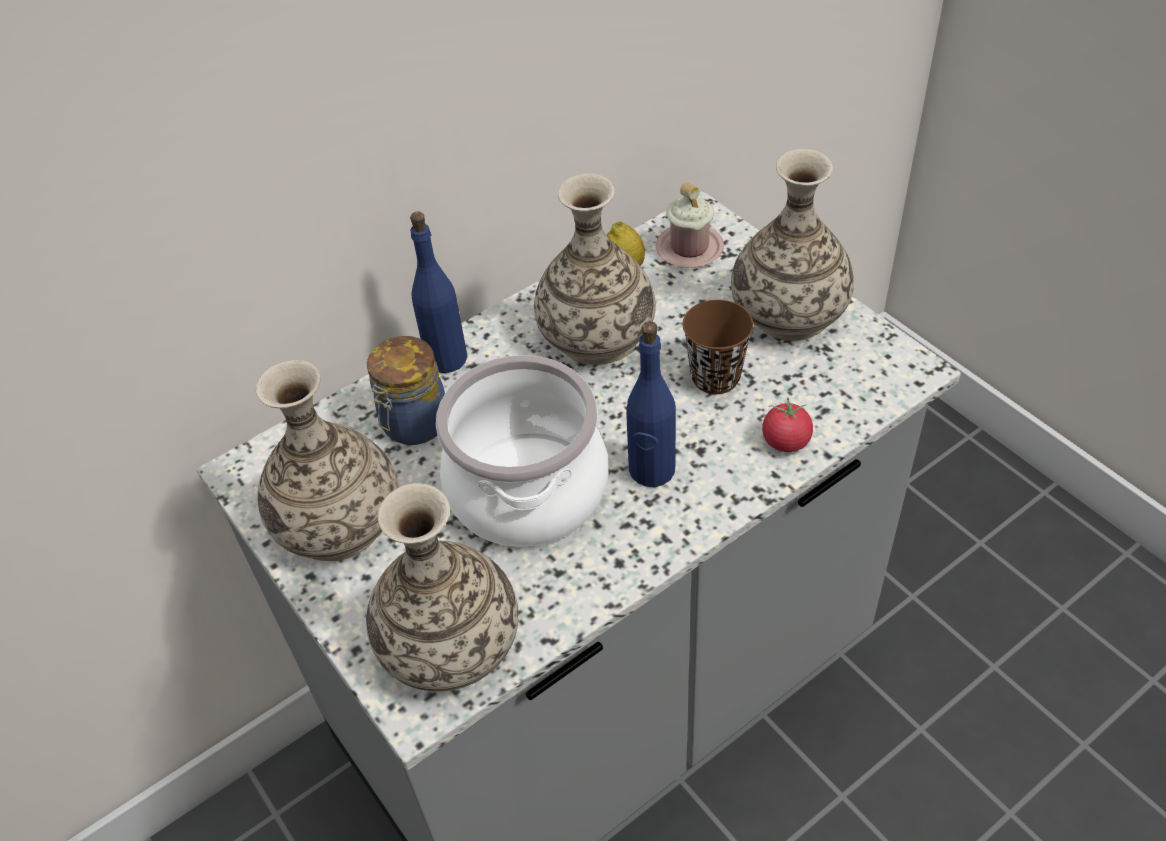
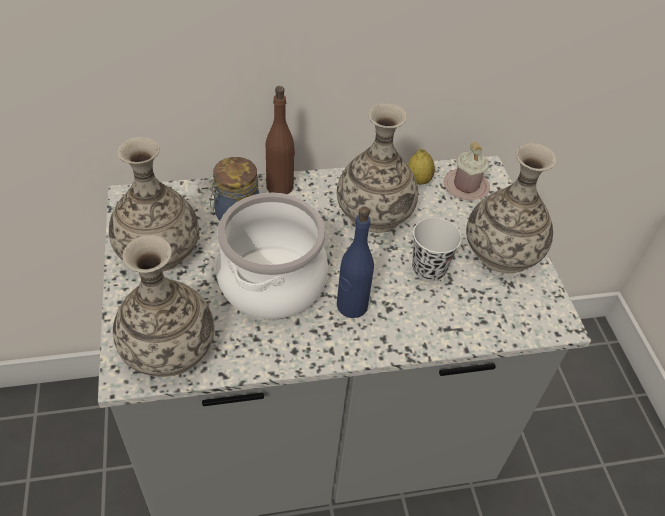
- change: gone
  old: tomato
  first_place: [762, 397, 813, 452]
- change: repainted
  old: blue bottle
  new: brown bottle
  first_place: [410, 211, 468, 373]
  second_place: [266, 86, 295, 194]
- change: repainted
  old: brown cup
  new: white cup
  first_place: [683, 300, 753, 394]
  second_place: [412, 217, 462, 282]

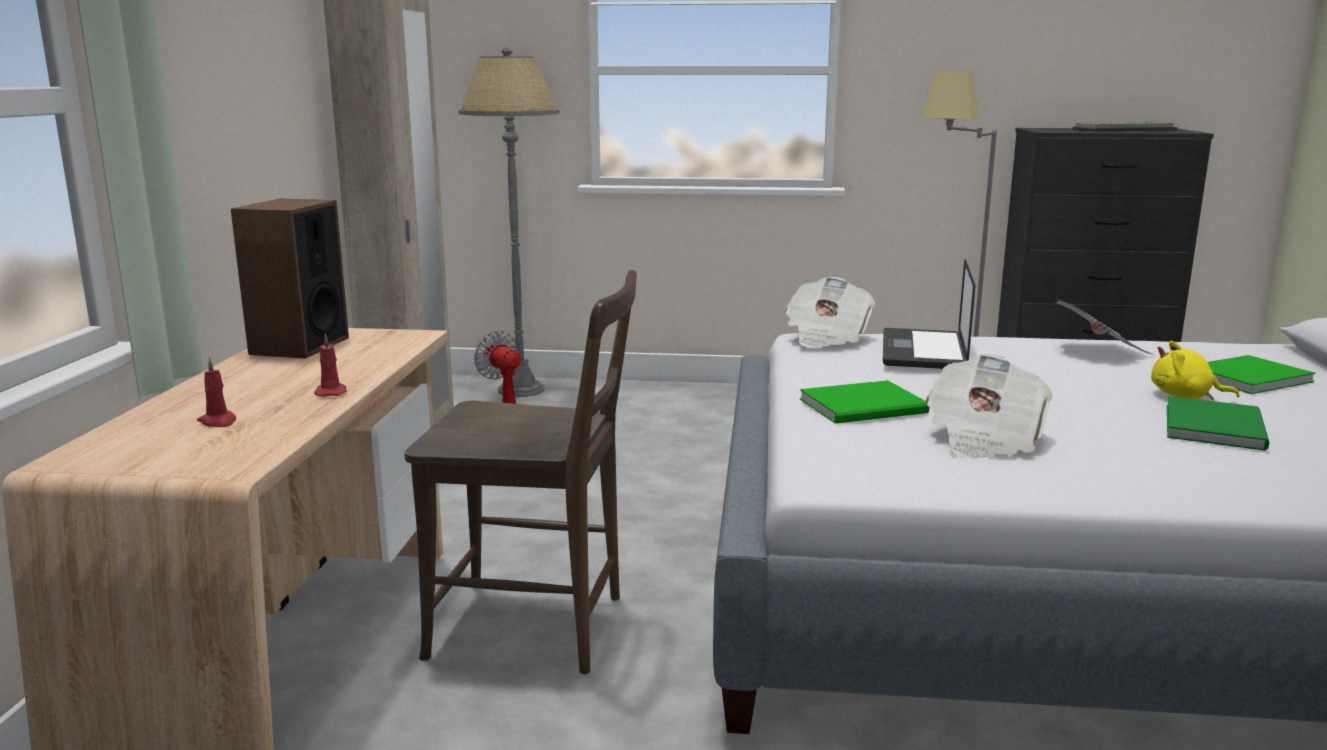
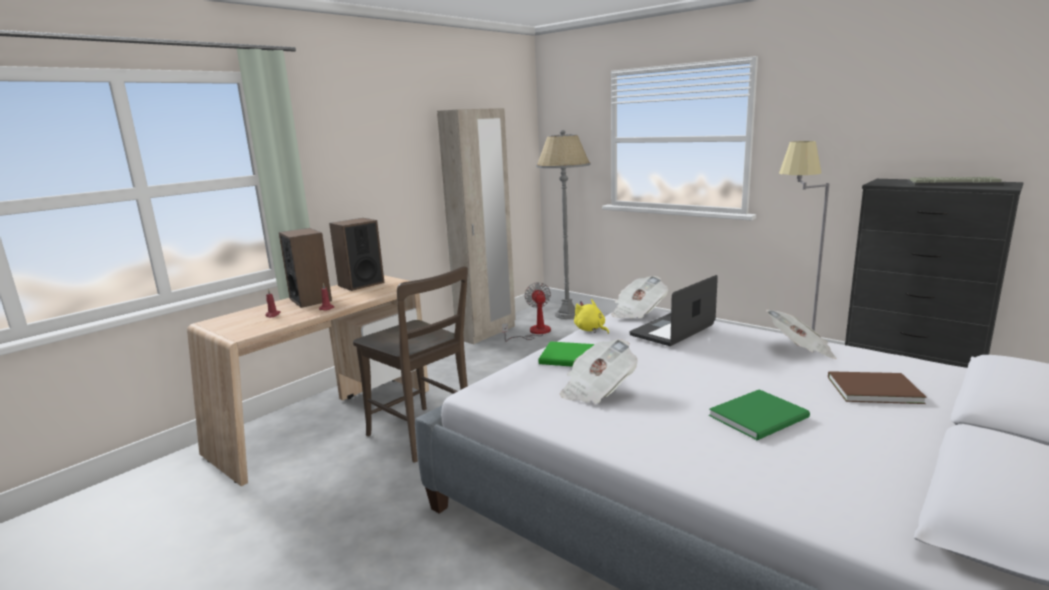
- change: new
  new: speaker
  second_place: [279, 228, 332, 308]
- change: shifted
  old: yellow plush toy
  first_place: [1151, 341, 1240, 400]
  second_place: [574, 299, 609, 334]
- change: repainted
  old: green book
  new: brown book
  first_place: [1208, 355, 1315, 394]
  second_place: [828, 371, 927, 404]

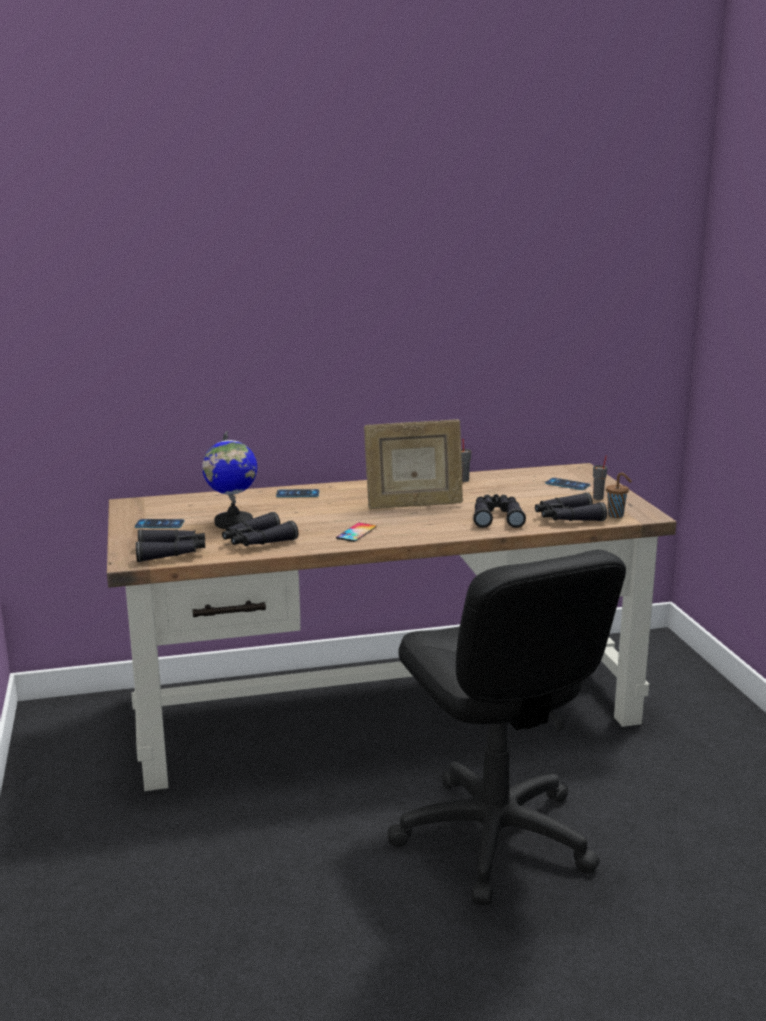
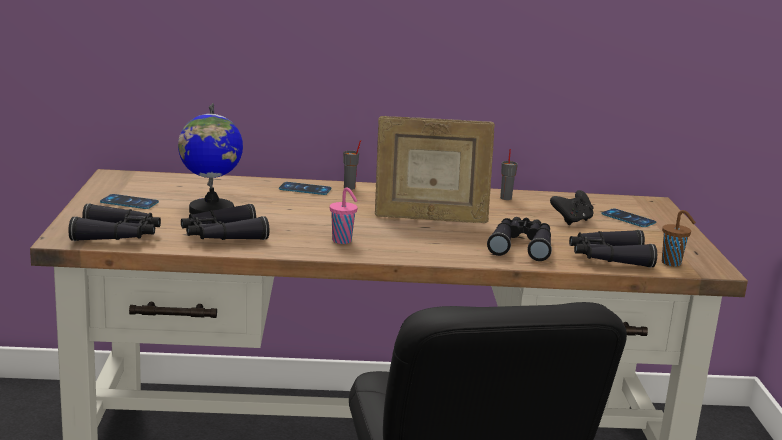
- change: new
  new: black game controller
  second_place: [550, 190, 594, 225]
- change: shifted
  old: grey cup
  first_place: [593, 455, 607, 500]
  second_place: [343, 140, 361, 190]
- change: swapped
  old: phone
  new: pink cup
  first_place: [336, 523, 377, 542]
  second_place: [330, 188, 358, 244]

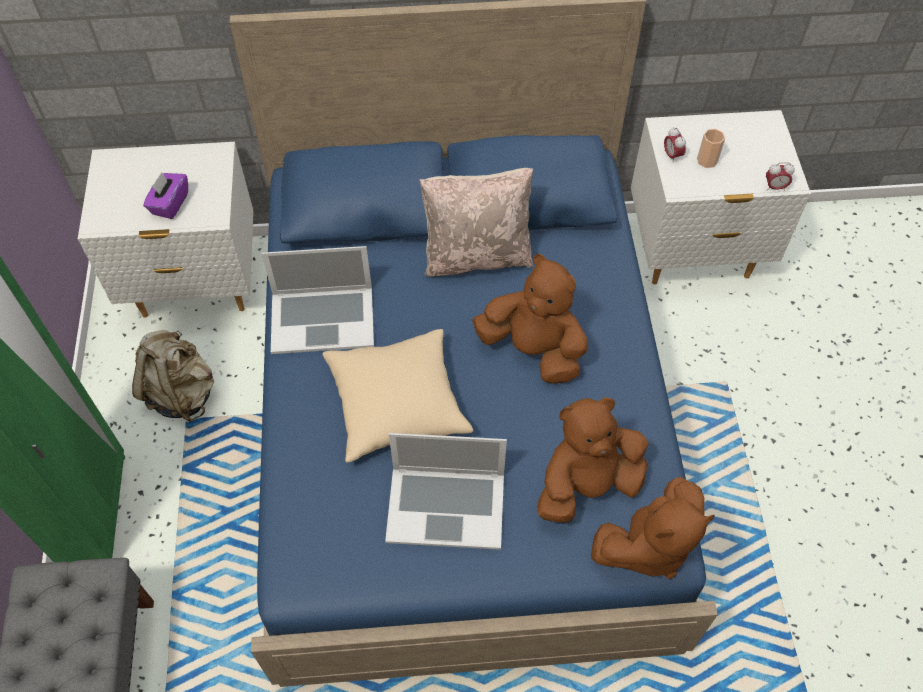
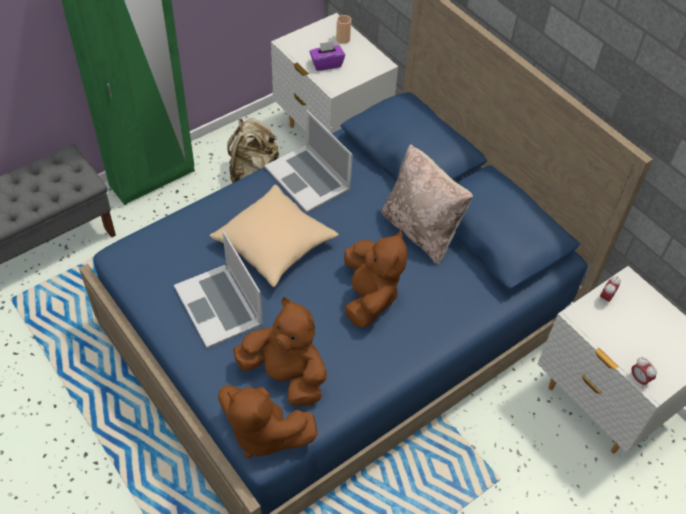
- change: shifted
  old: cup
  first_place: [697, 129, 725, 168]
  second_place: [336, 15, 351, 44]

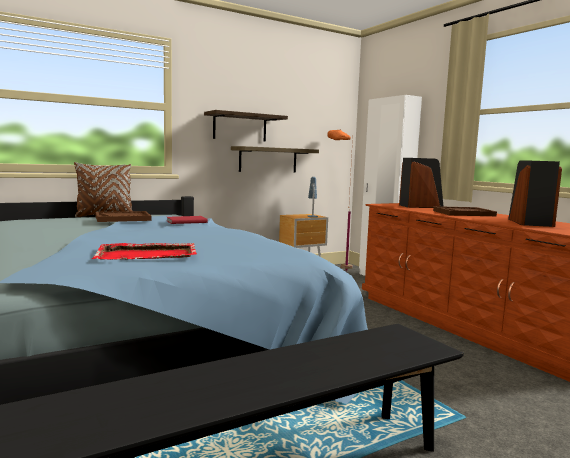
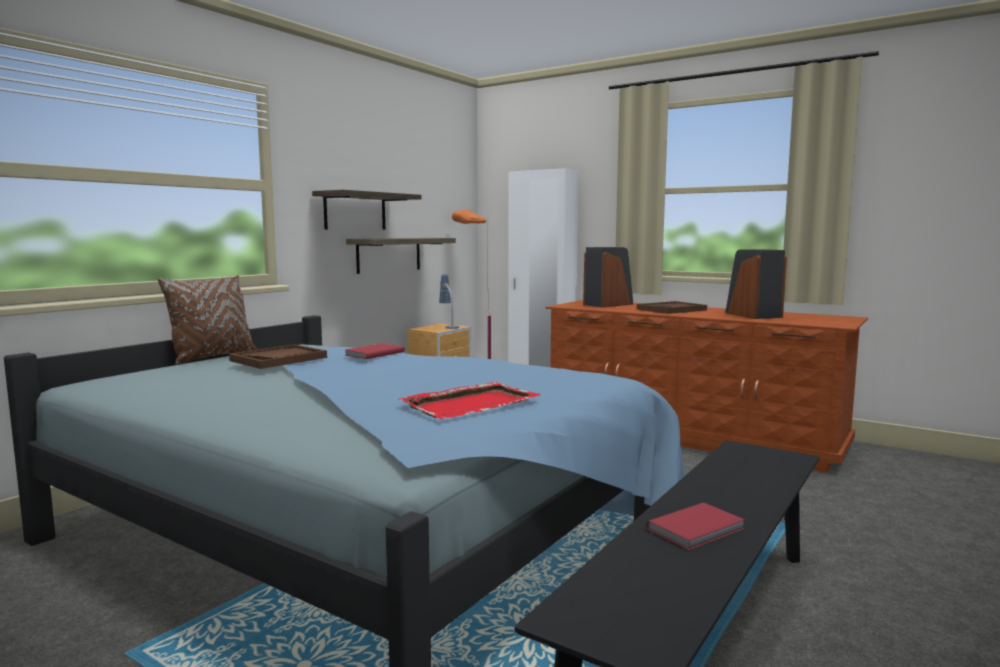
- change: new
  new: red book
  second_place: [647, 502, 745, 550]

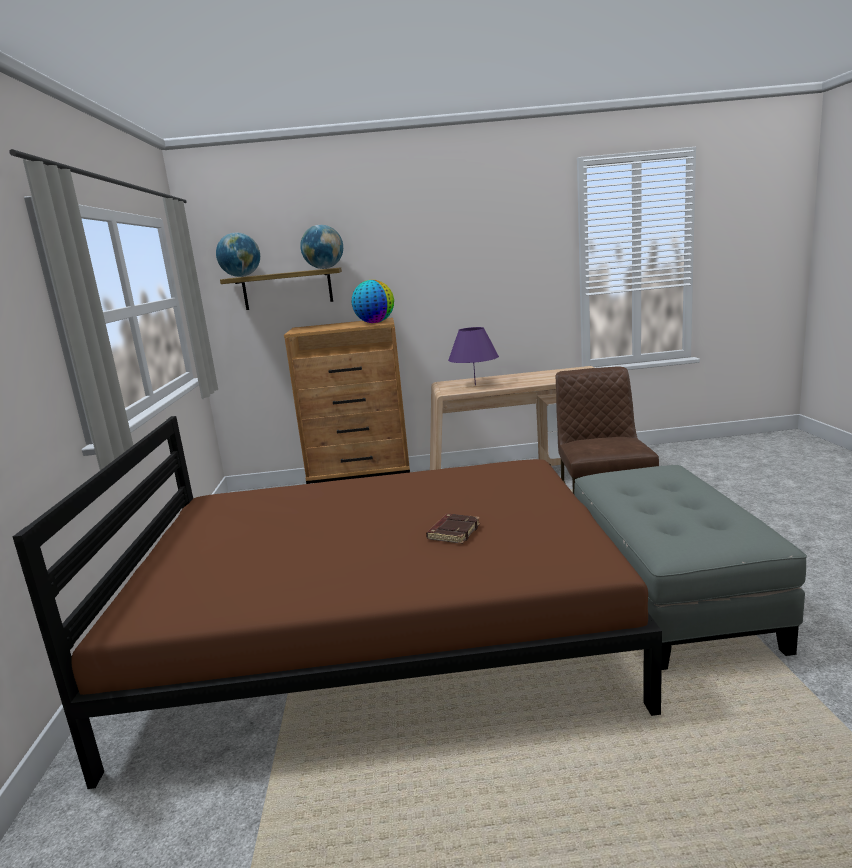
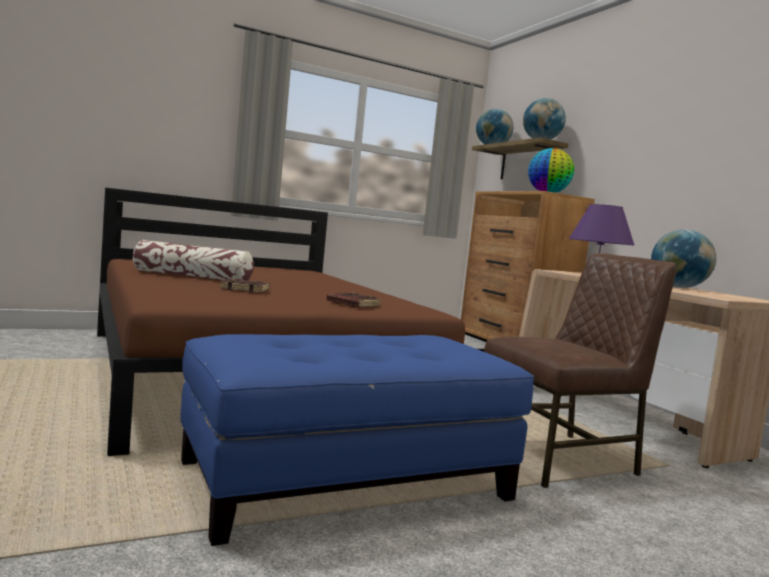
- change: new
  new: pillow
  second_place: [133, 240, 254, 280]
- change: new
  new: brown book
  second_place: [327, 292, 382, 308]
- change: new
  new: globe
  second_place: [651, 229, 716, 288]
- change: repainted
  old: grey ottoman
  new: blue ottoman
  first_place: [574, 465, 807, 670]
  second_place: [181, 334, 534, 546]

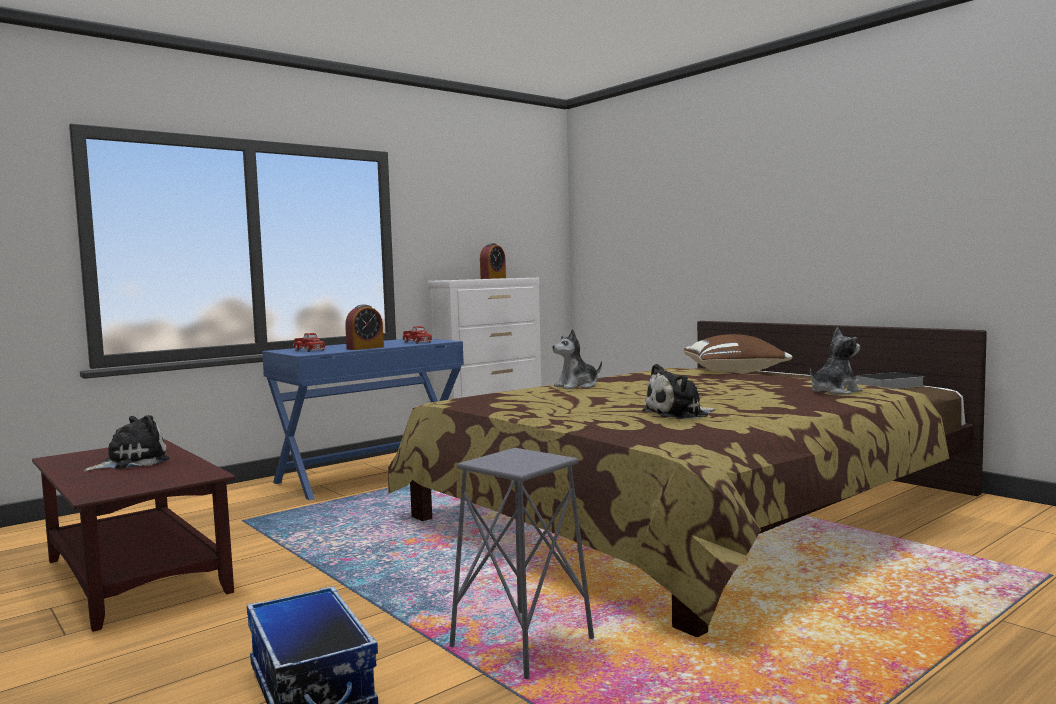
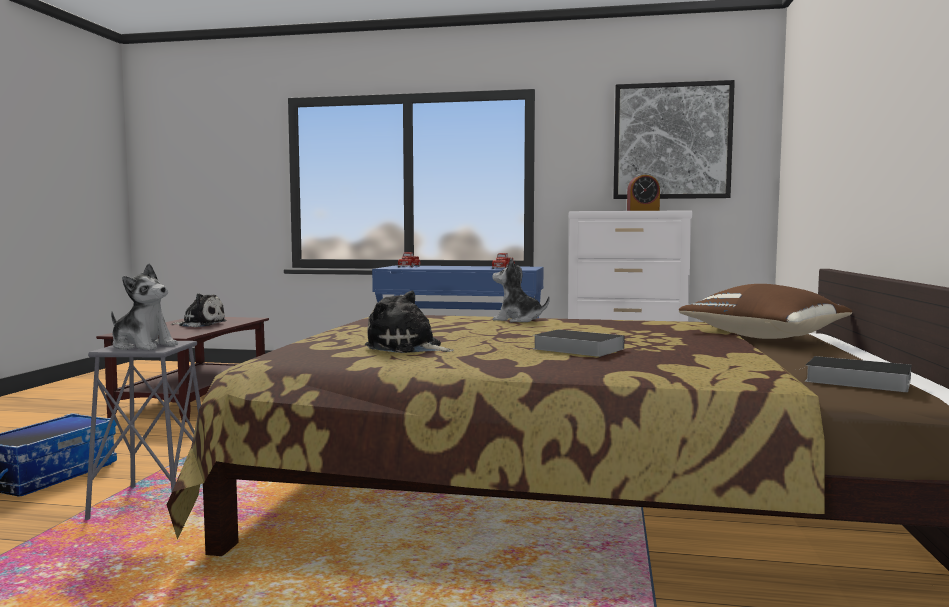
- change: gone
  old: alarm clock
  first_place: [345, 305, 384, 350]
- change: new
  new: book
  second_place: [533, 329, 624, 357]
- change: new
  new: picture
  second_place: [613, 80, 735, 199]
- change: shifted
  old: plush toy
  first_place: [810, 327, 862, 395]
  second_place: [111, 264, 178, 350]

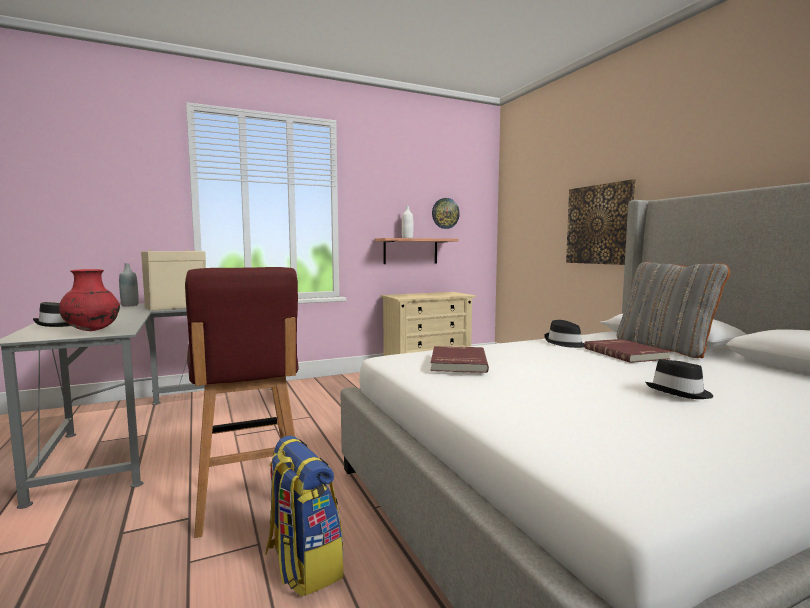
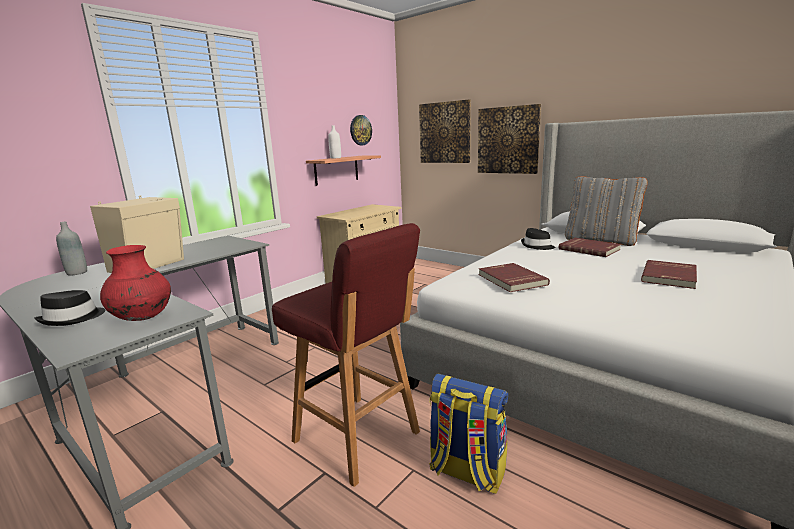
- change: new
  new: picture
  second_place: [419, 99, 471, 163]
- change: swapped
  old: black hat
  new: red book
  first_place: [645, 359, 713, 399]
  second_place: [641, 260, 697, 289]

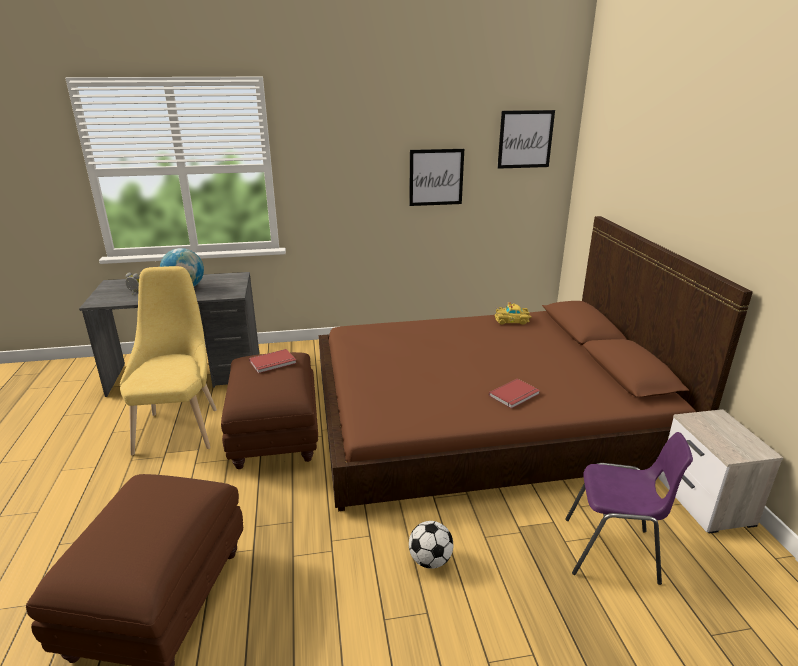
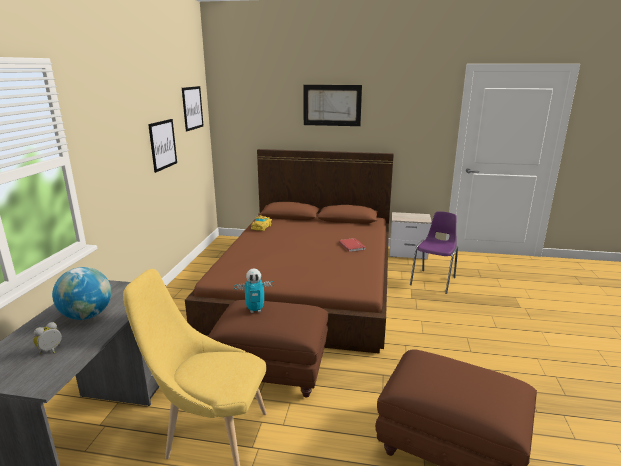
- change: gone
  old: football
  first_place: [409, 521, 453, 568]
- change: new
  new: picture
  second_place: [303, 85, 362, 126]
- change: swapped
  old: red book
  new: toy robot
  first_place: [249, 349, 296, 373]
  second_place: [234, 269, 274, 313]

